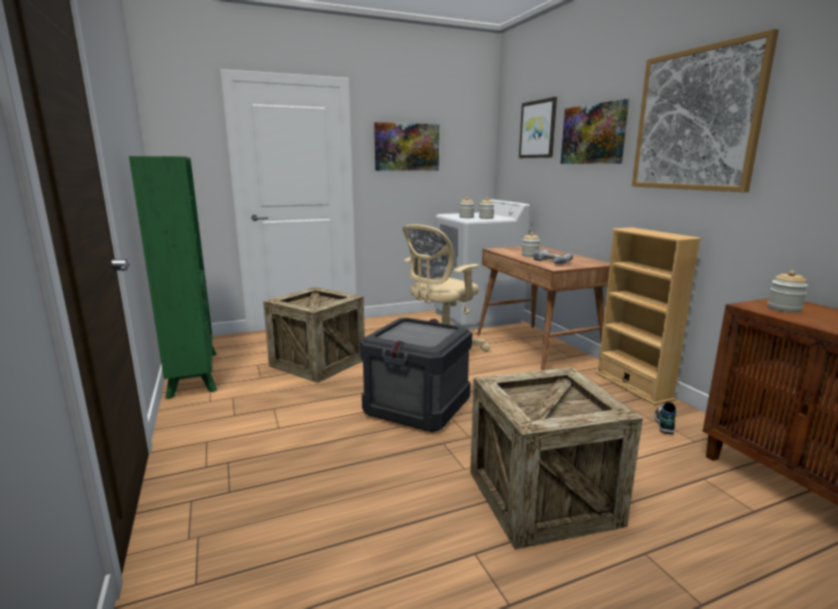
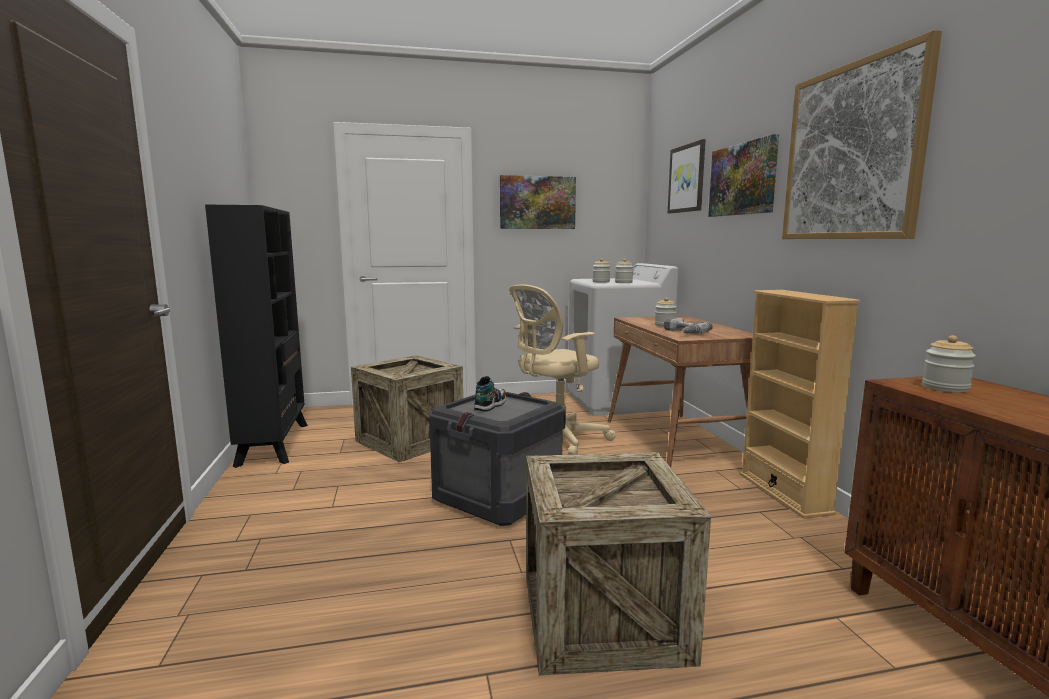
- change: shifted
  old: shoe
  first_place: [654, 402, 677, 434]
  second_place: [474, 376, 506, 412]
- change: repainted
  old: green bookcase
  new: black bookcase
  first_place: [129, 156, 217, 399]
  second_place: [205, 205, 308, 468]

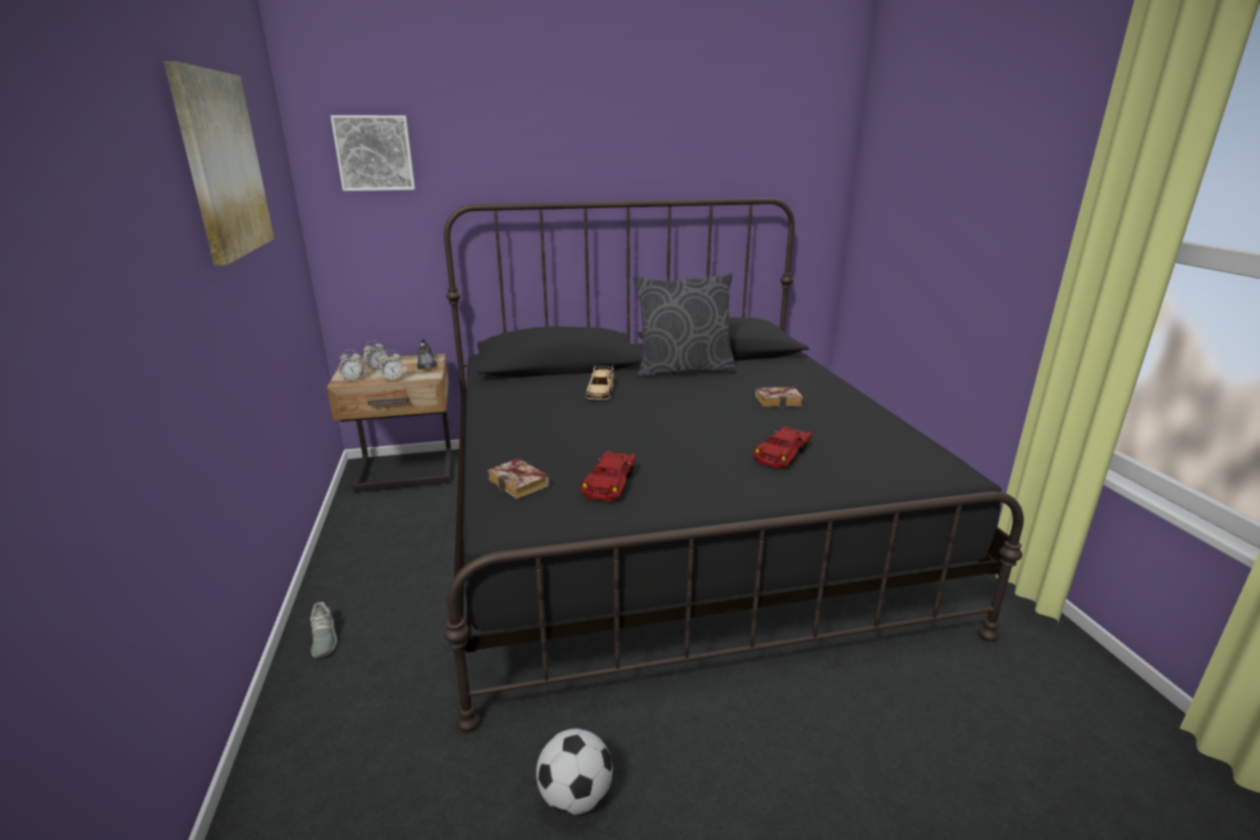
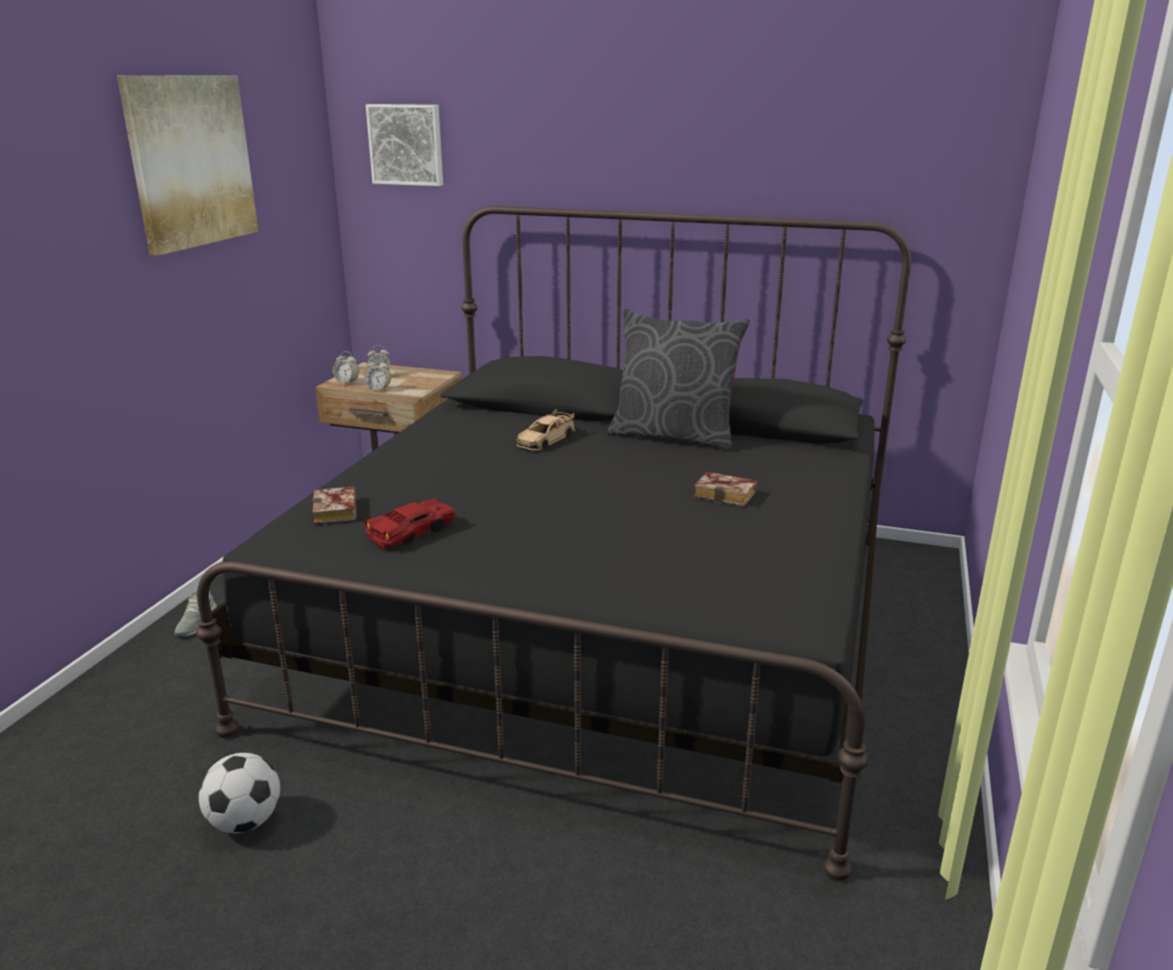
- change: gone
  old: grey shoe
  first_place: [417, 339, 437, 369]
- change: gone
  old: red toy car
  first_place: [752, 426, 812, 469]

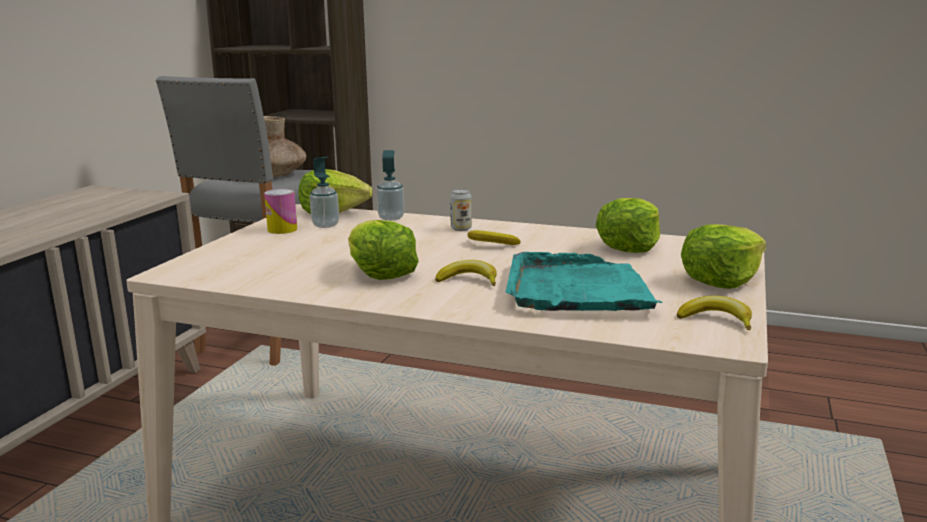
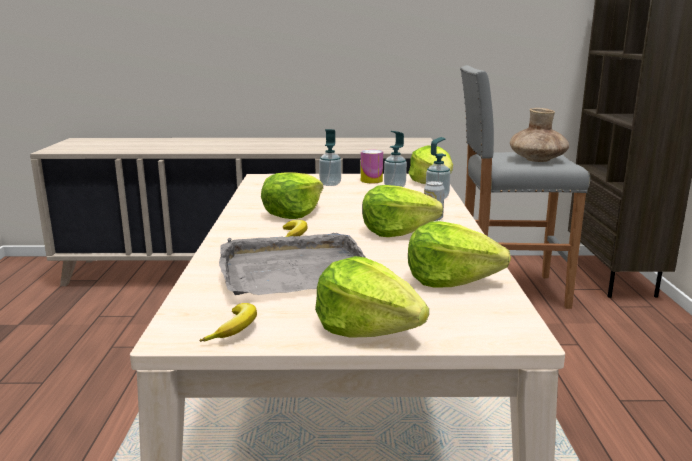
- change: new
  new: soap dispenser
  second_place: [319, 129, 341, 186]
- change: swapped
  old: banana
  new: lettuce
  first_place: [468, 230, 521, 245]
  second_place: [362, 185, 443, 237]
- change: repainted
  old: turquoise tray
  new: grey tray
  first_place: [506, 252, 662, 311]
  second_place: [219, 233, 366, 295]

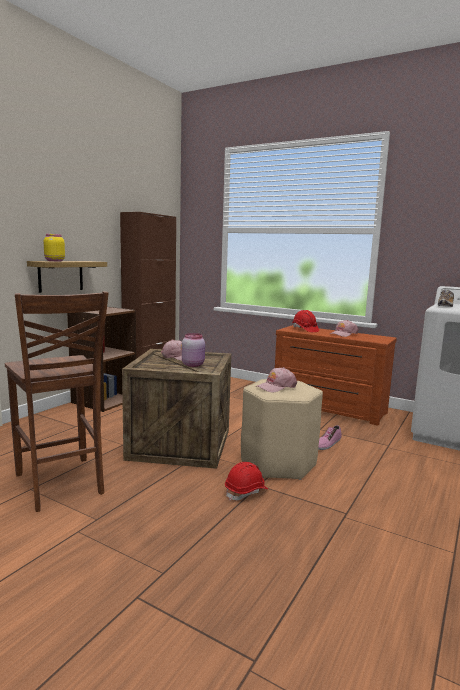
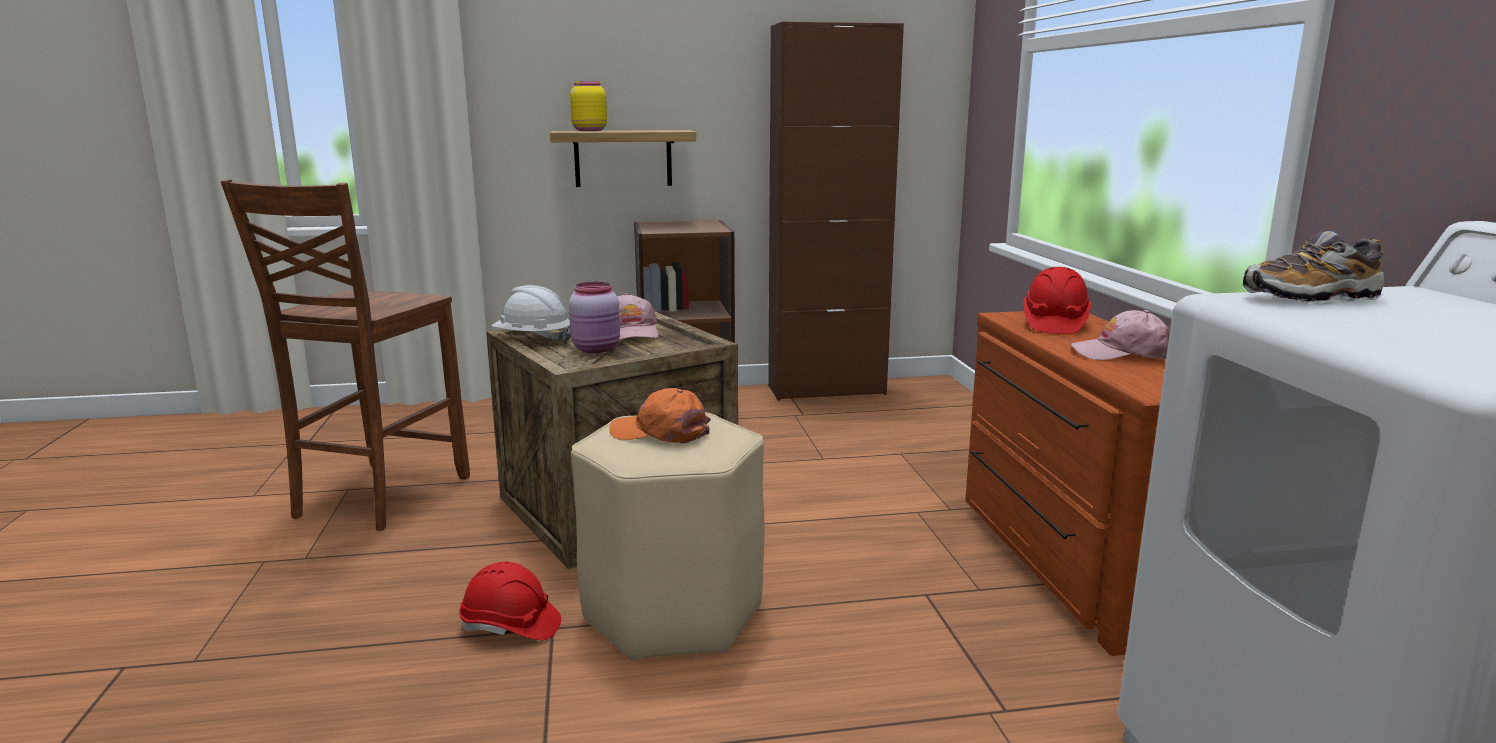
- change: gone
  old: shoe
  first_place: [318, 425, 341, 450]
- change: new
  new: white hard hat
  second_place: [491, 285, 571, 343]
- change: repainted
  old: pink cap
  new: orange cap
  first_place: [256, 367, 297, 392]
  second_place: [609, 388, 711, 444]

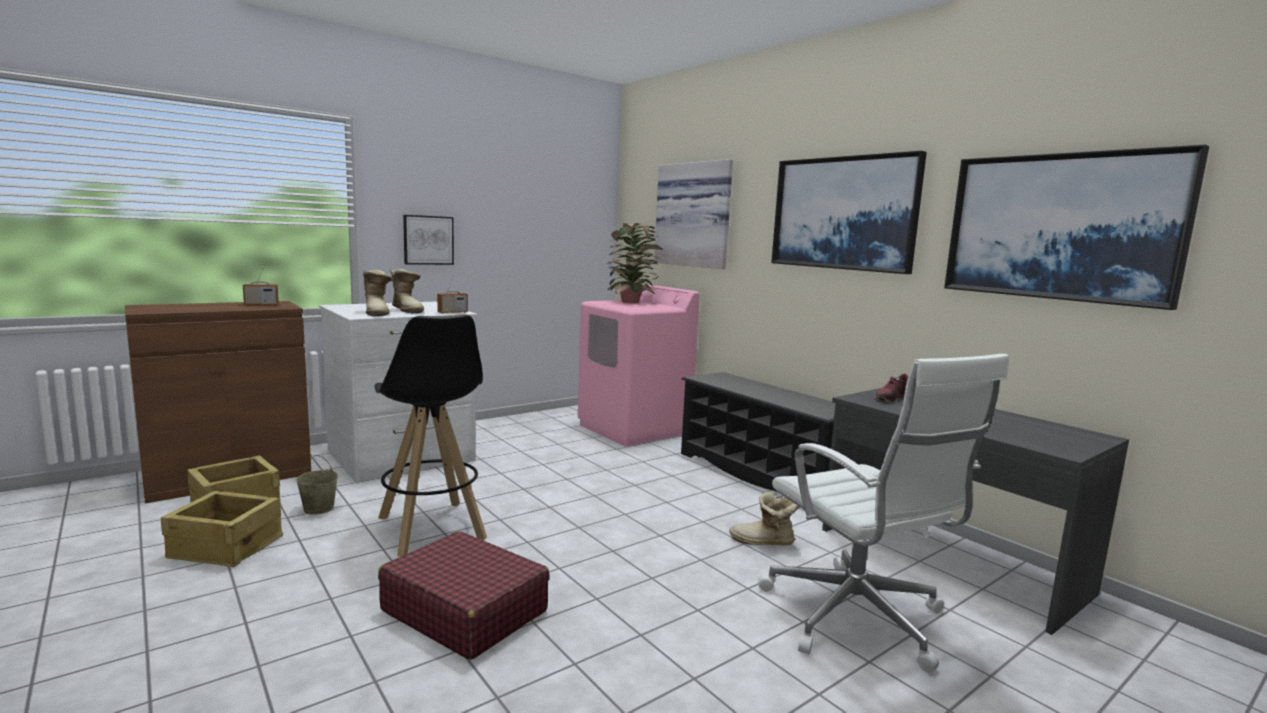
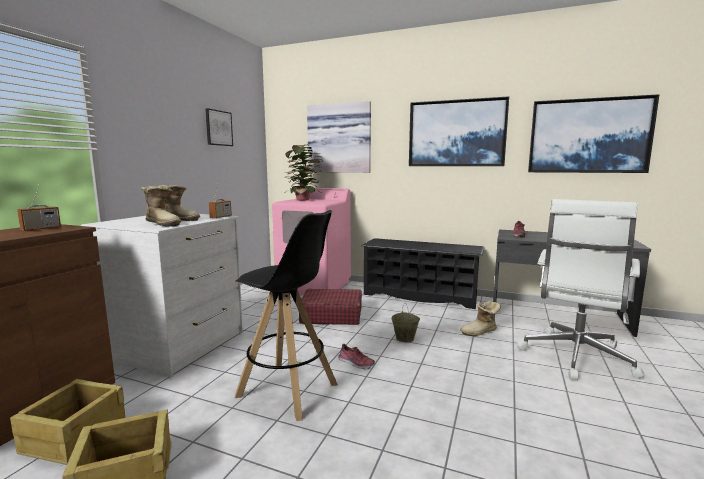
- change: new
  new: shoe
  second_place: [338, 344, 375, 369]
- change: shifted
  old: beige bucket
  first_place: [296, 455, 338, 515]
  second_place: [391, 303, 420, 342]
- change: shifted
  old: red suitcase
  first_place: [378, 531, 550, 660]
  second_place: [299, 289, 362, 325]
- change: shifted
  old: picture
  first_place: [403, 215, 454, 265]
  second_place: [205, 108, 233, 146]
- change: rotated
  old: white office chair
  first_place: [758, 354, 1009, 672]
  second_place: [517, 199, 644, 380]
  degrees: 90

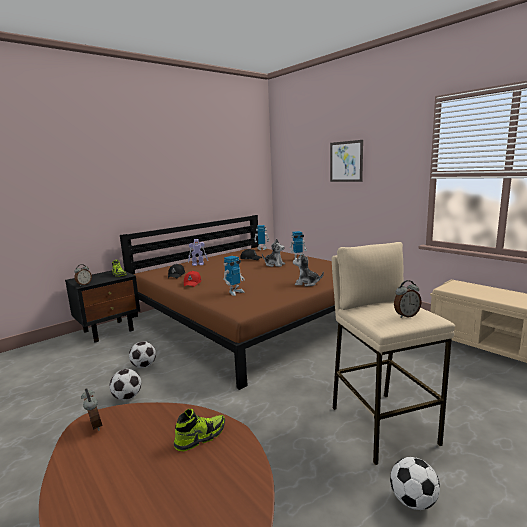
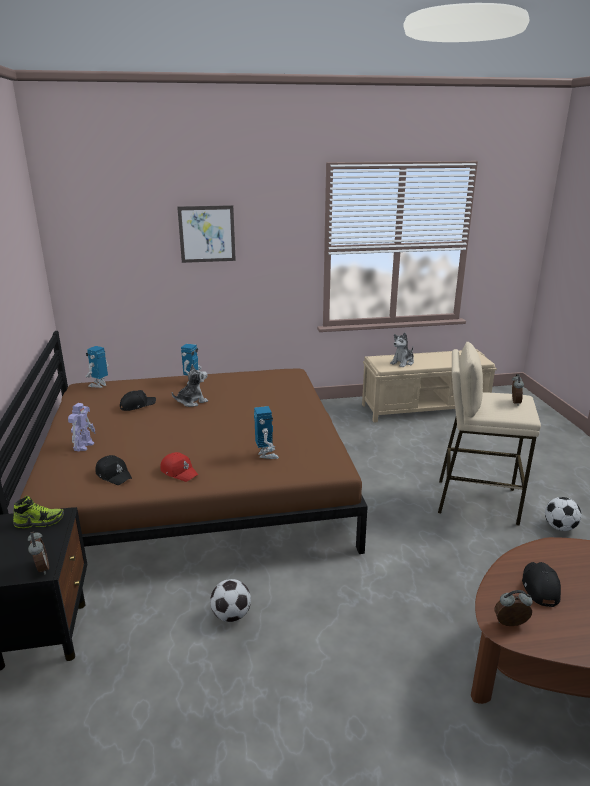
- change: gone
  old: football
  first_place: [110, 369, 141, 400]
- change: gone
  old: shoe
  first_place: [174, 409, 225, 451]
- change: new
  new: black cap
  second_place: [522, 562, 561, 607]
- change: shifted
  old: plush toy
  first_place: [293, 253, 324, 287]
  second_place: [390, 332, 414, 367]

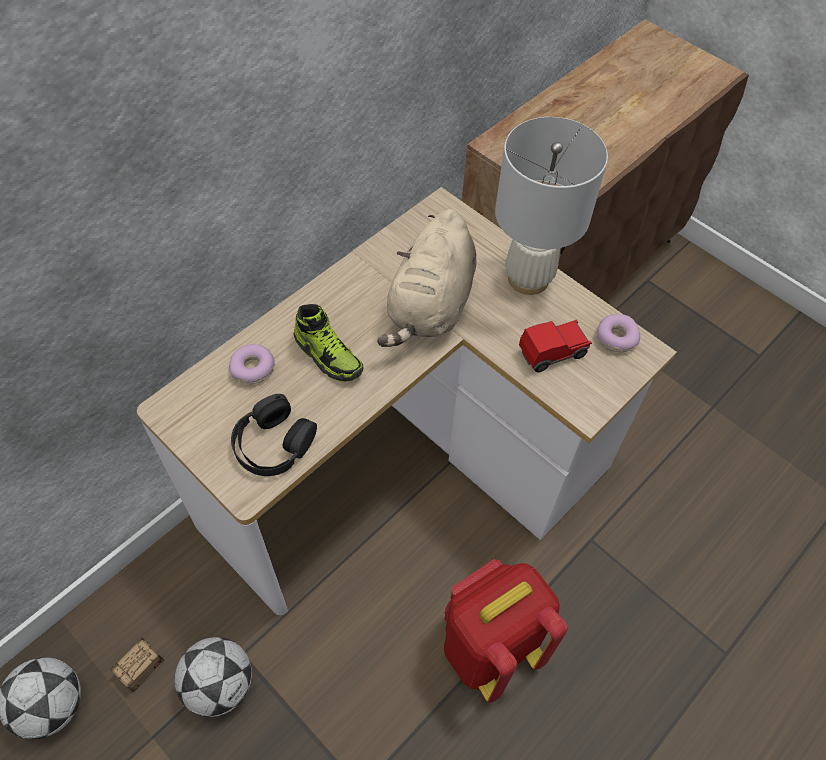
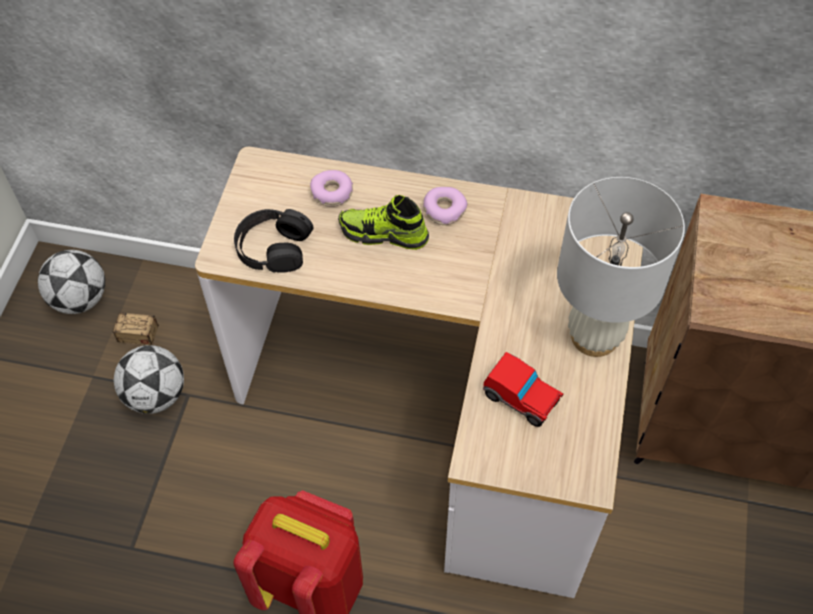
- change: gone
  old: beige plush toy
  first_place: [377, 209, 477, 347]
- change: shifted
  old: donut
  first_place: [597, 314, 640, 352]
  second_place: [423, 187, 467, 225]
- change: rotated
  old: shoe
  first_place: [293, 304, 364, 382]
  second_place: [338, 195, 429, 250]
  degrees: 90

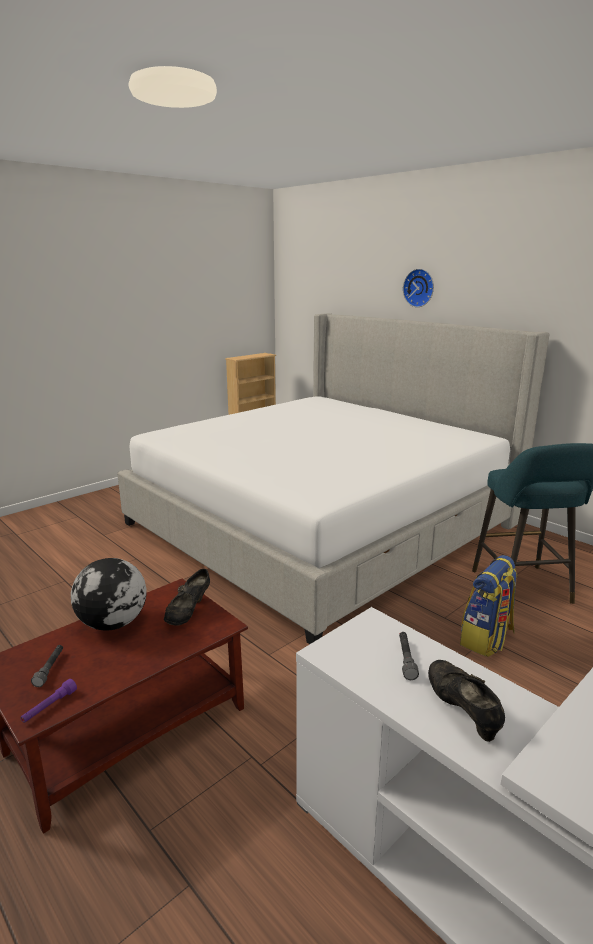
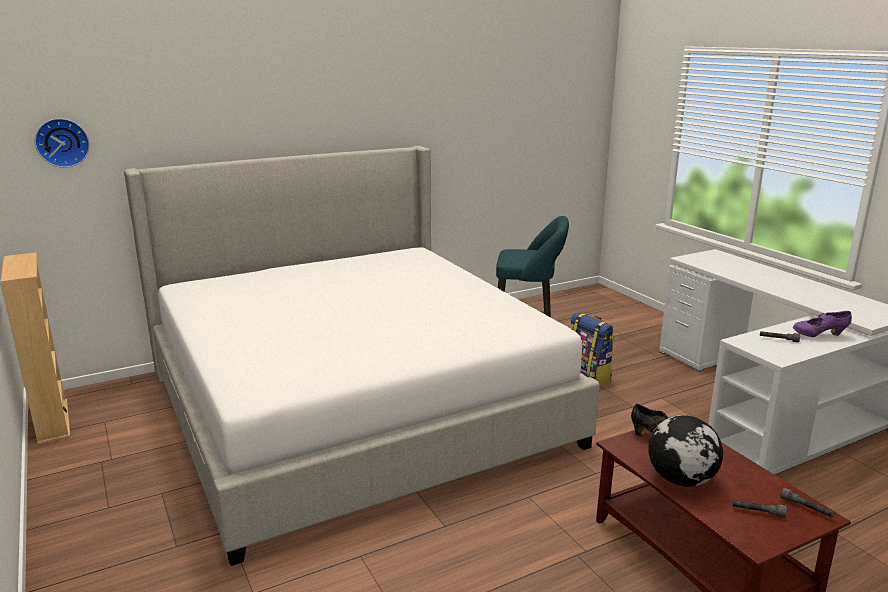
- change: shifted
  old: wall clock
  first_place: [403, 269, 434, 307]
  second_place: [35, 118, 90, 168]
- change: repainted
  old: purple flashlight
  new: grey flashlight
  first_place: [21, 679, 77, 723]
  second_place: [781, 488, 835, 517]
- change: repainted
  old: black shoe
  new: purple shoe
  first_place: [428, 660, 505, 742]
  second_place: [793, 311, 852, 337]

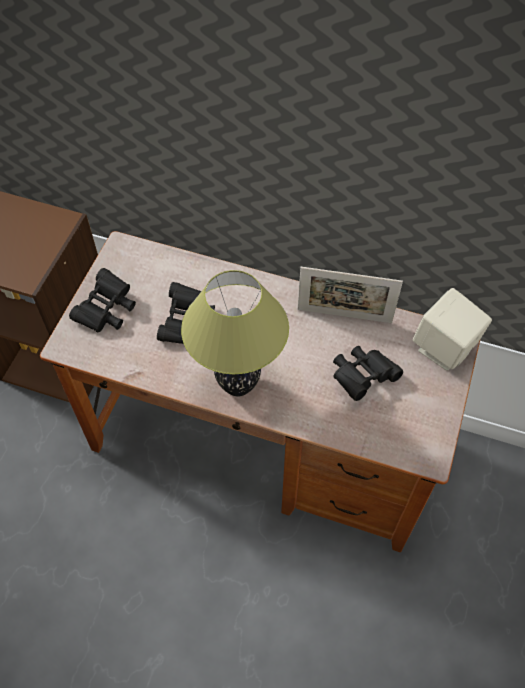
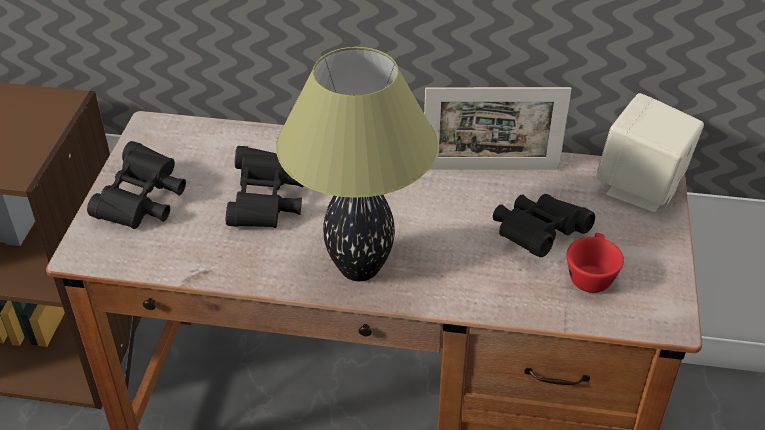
- change: new
  new: red cup
  second_place: [567, 233, 624, 293]

